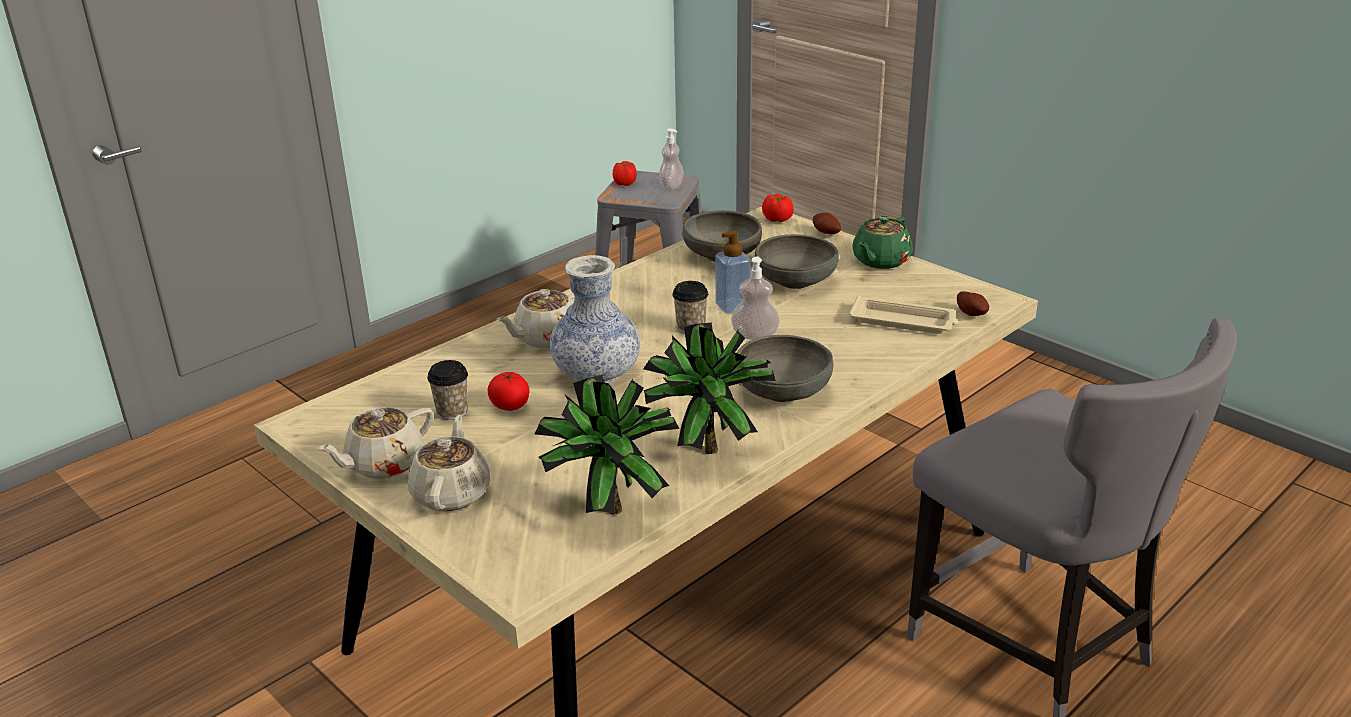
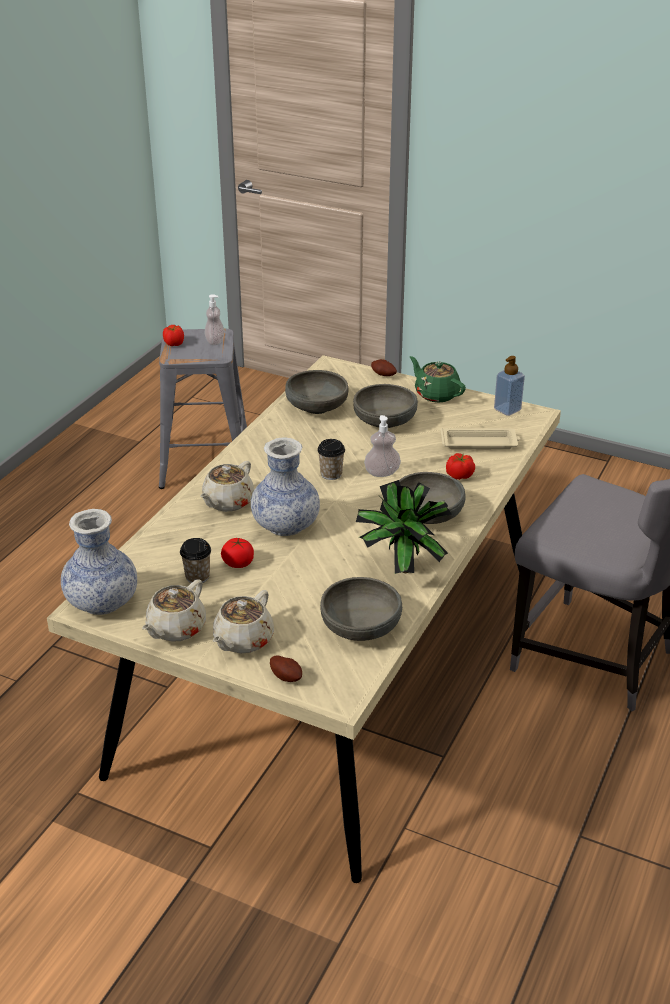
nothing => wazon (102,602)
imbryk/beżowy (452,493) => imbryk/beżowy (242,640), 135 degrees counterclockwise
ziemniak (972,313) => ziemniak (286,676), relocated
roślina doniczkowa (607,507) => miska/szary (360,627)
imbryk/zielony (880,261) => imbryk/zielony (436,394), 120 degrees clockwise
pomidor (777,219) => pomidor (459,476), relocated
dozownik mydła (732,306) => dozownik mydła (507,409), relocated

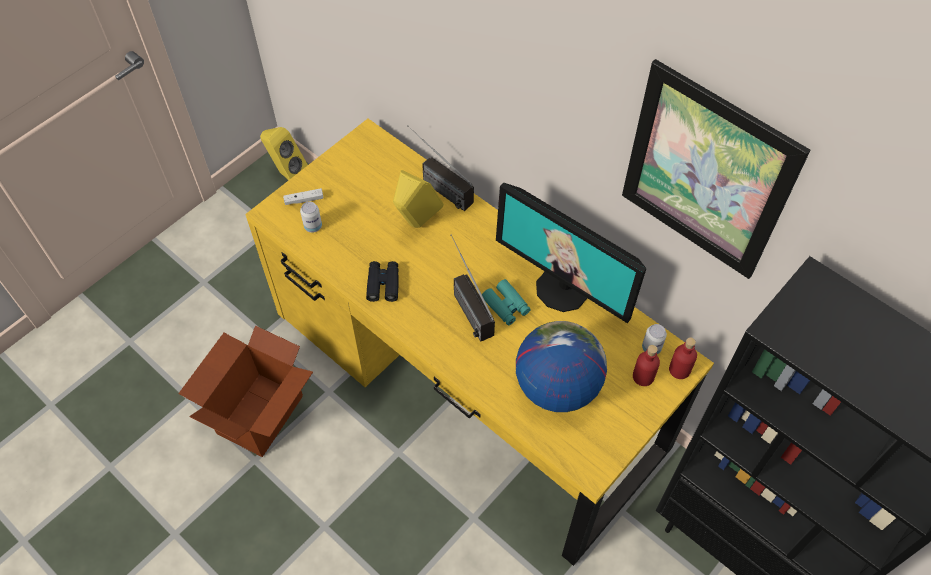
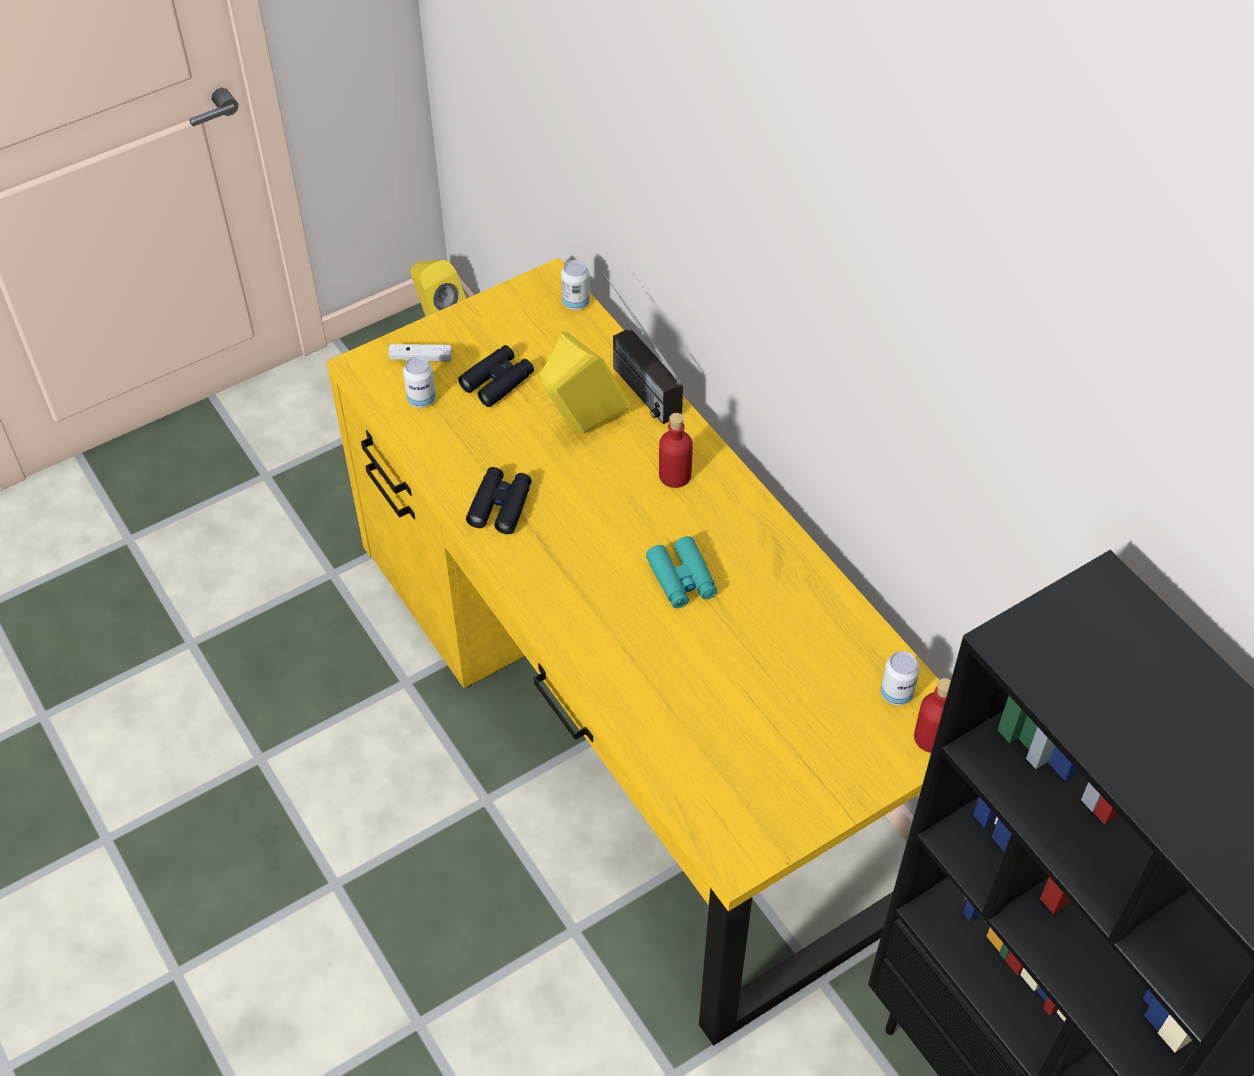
nothing => lornetka/czarny (497,381)
nothing => puszka (576,303)
butelka/czerwony (643,376) => butelka/czerwony (675,475), relocated
karton (259,414) => nothing
radio (464,303) => nothing
monitor (562,289) => nothing
globus (556,386) => nothing
obraz (706,173) => nothing

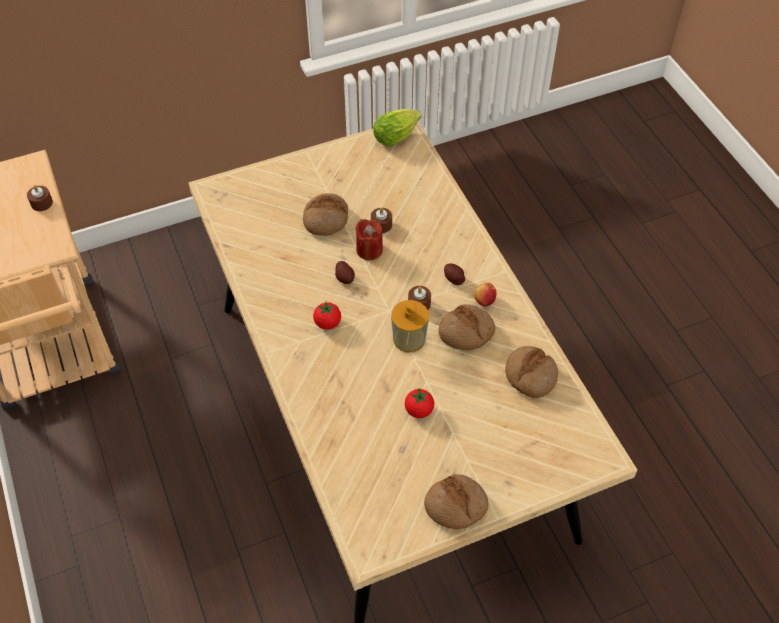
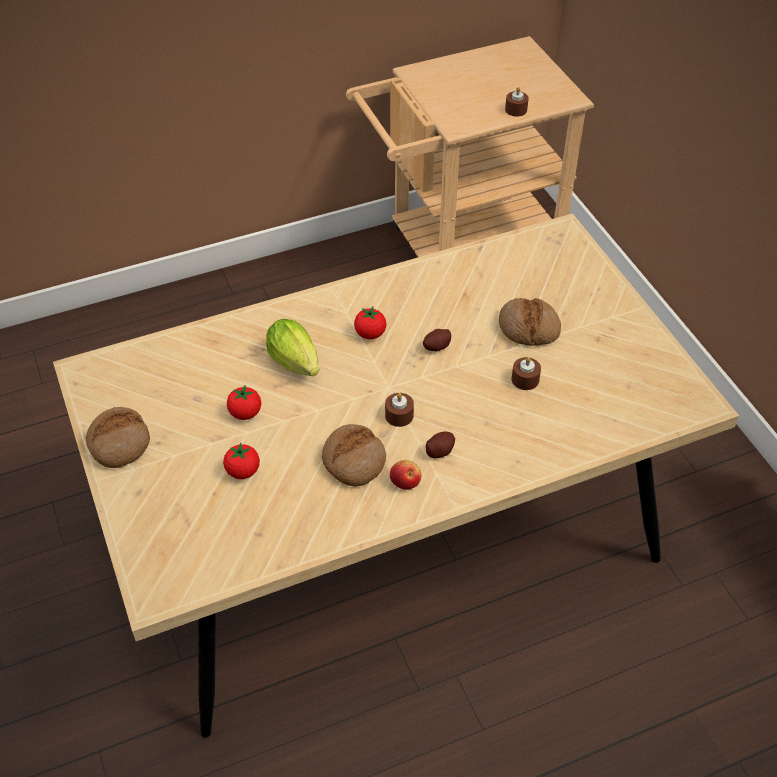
nothing => pomidor (243,471)
sałata (398,136) => sałata (297,365), relocated
świeca/czerwony (369,250) => nothing
dozownik mydła (409,339) => nothing
chleb (530,375) => nothing

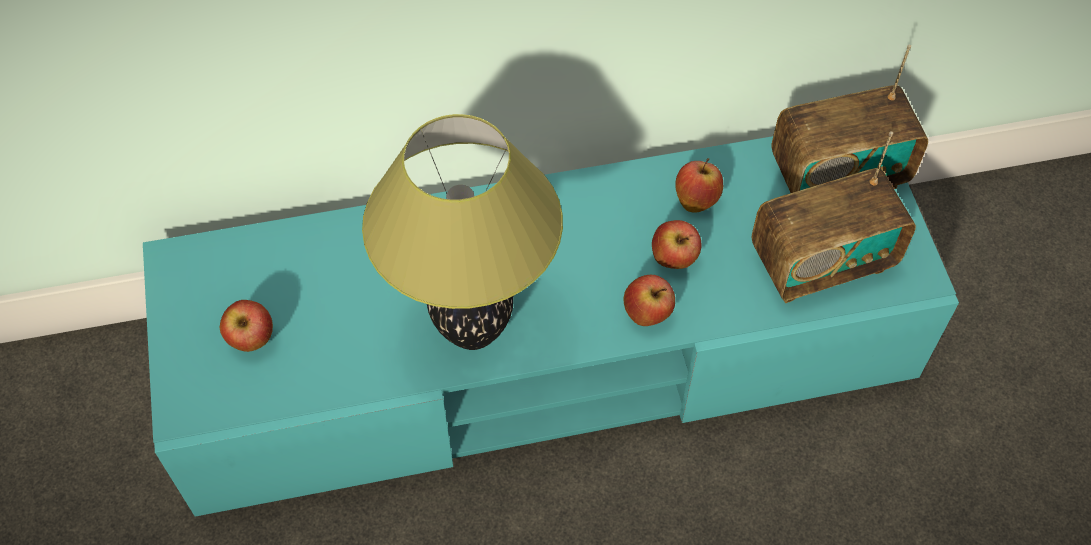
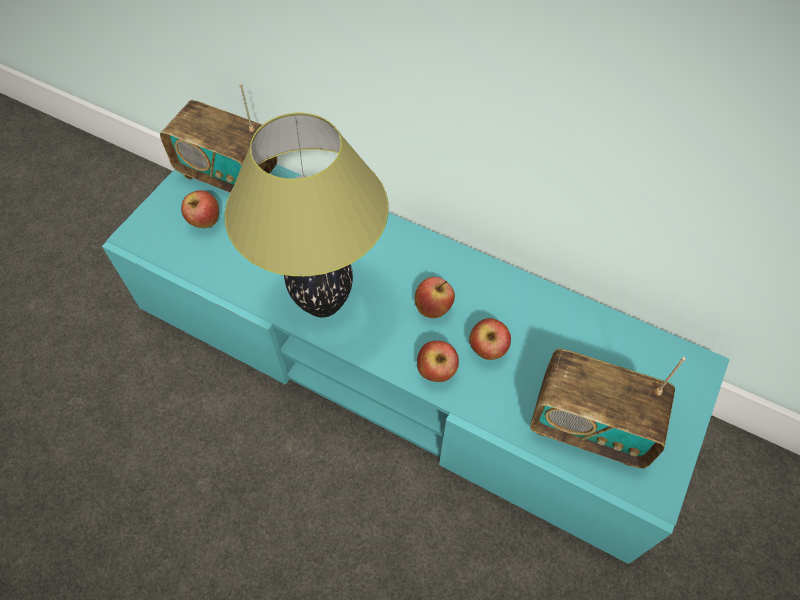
radio (837,176) => radio (228,175), relocated
jabłko (696,200) => jabłko (433,308), relocated

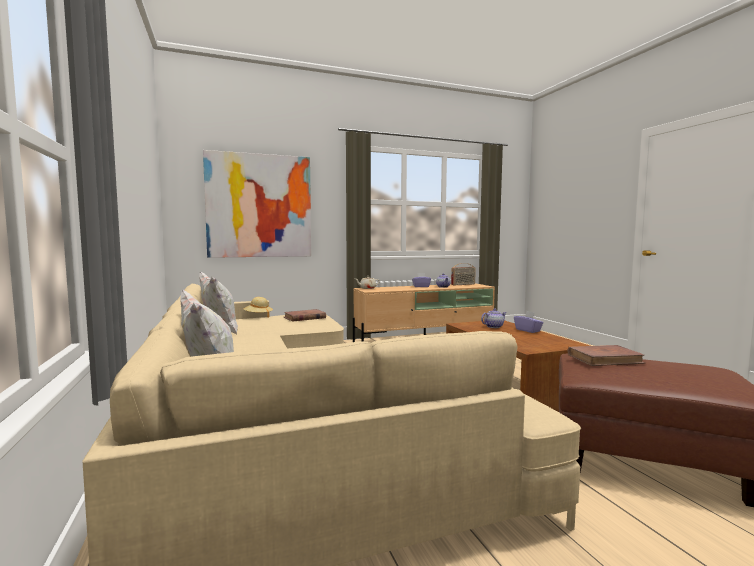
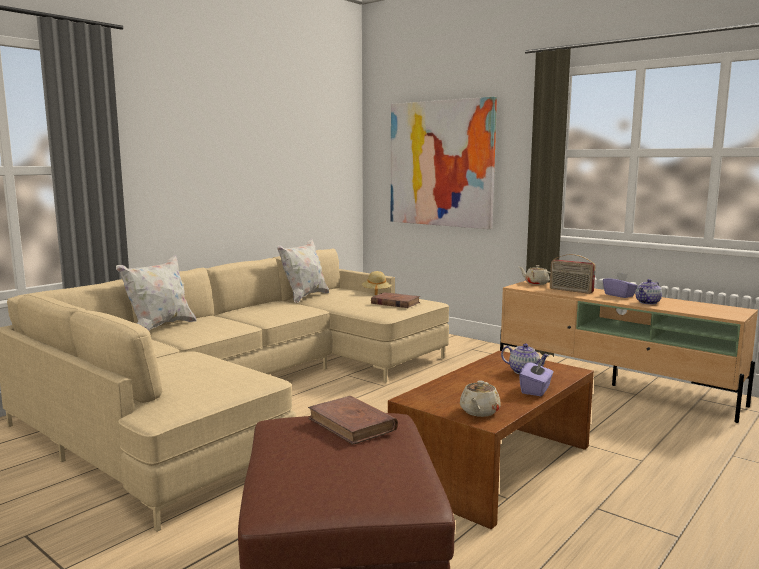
nothing => imbryk/beżowy (479,412)
radio (463,284) => radio (571,290), relocated

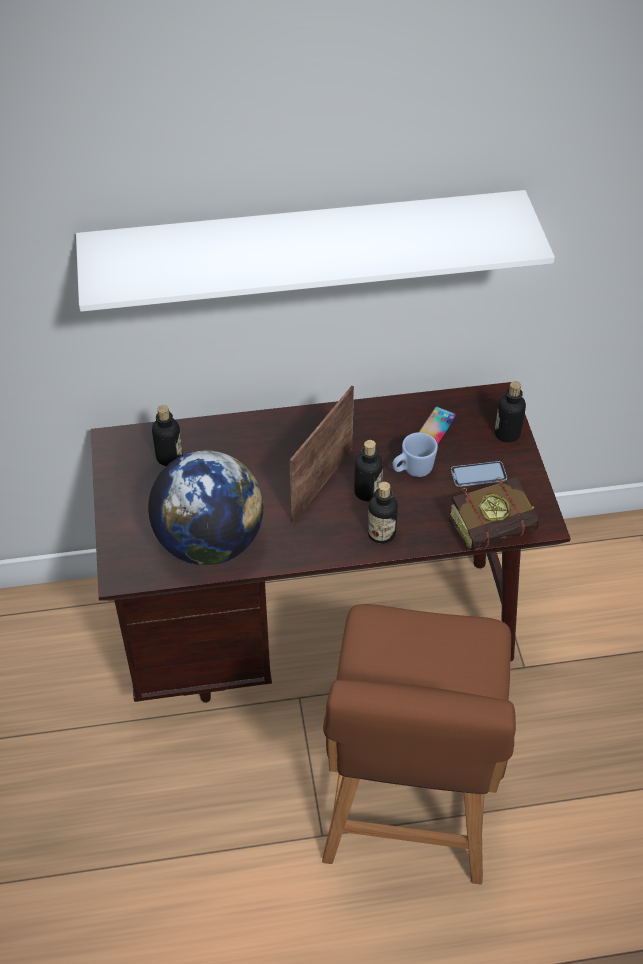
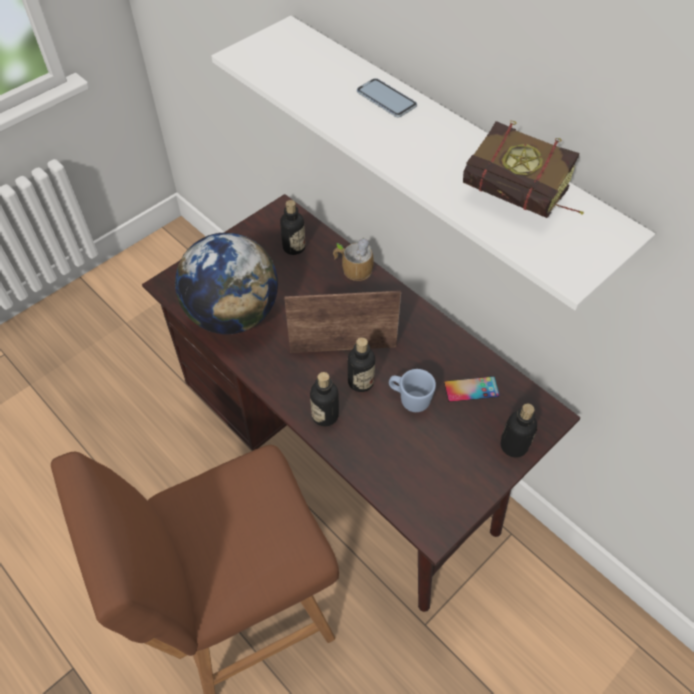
nothing => kubek (352,267)
telefon (478,475) => telefon (386,99), relocated
książka (499,529) => książka (523,201), relocated

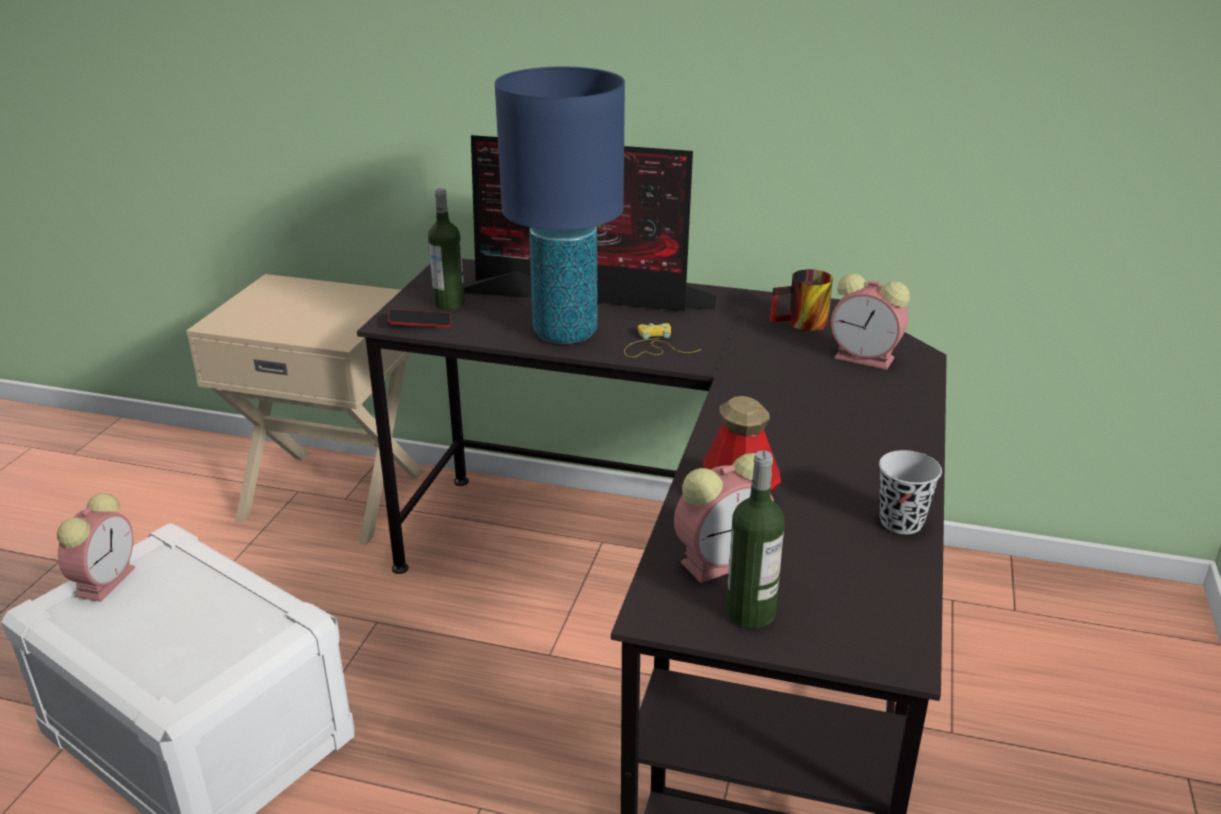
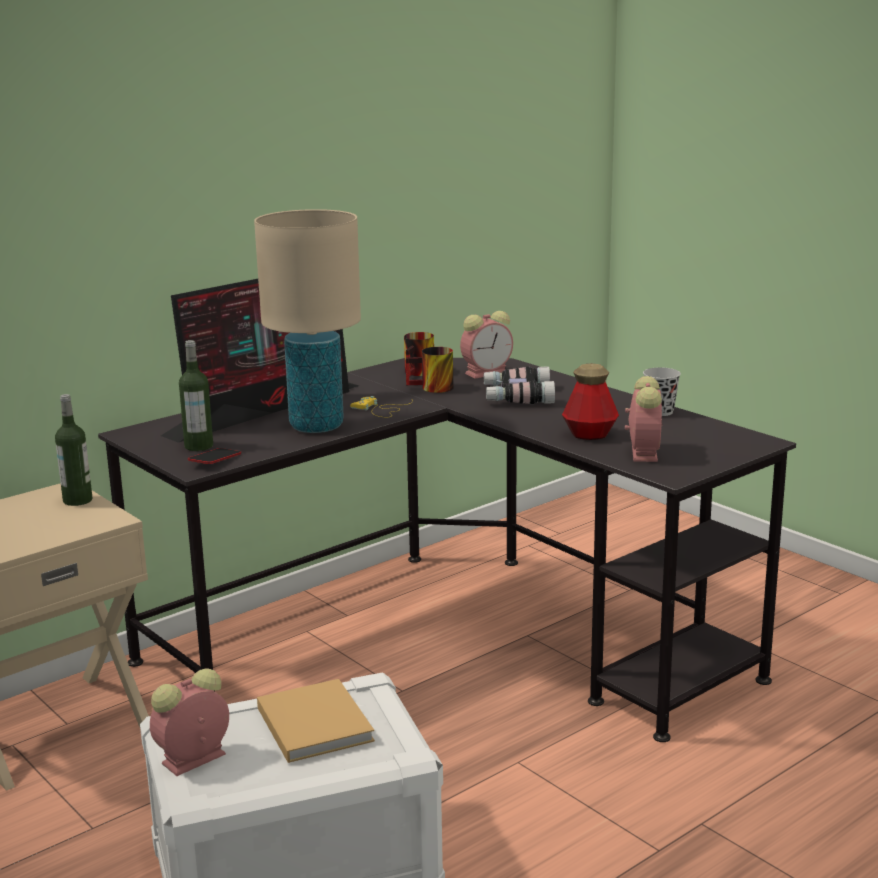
butelka (750,613) => butelka (77,500), relocated
budzik (106,580) => budzik (192,760), 90 degrees counterclockwise
lampa stołowa/niebieski (566,333) => lampa stołowa/beżowy (317,426)
nothing => książka/beżowy (313,722)
nothing => kubek (431,389)
nothing => lornetka (517,396)

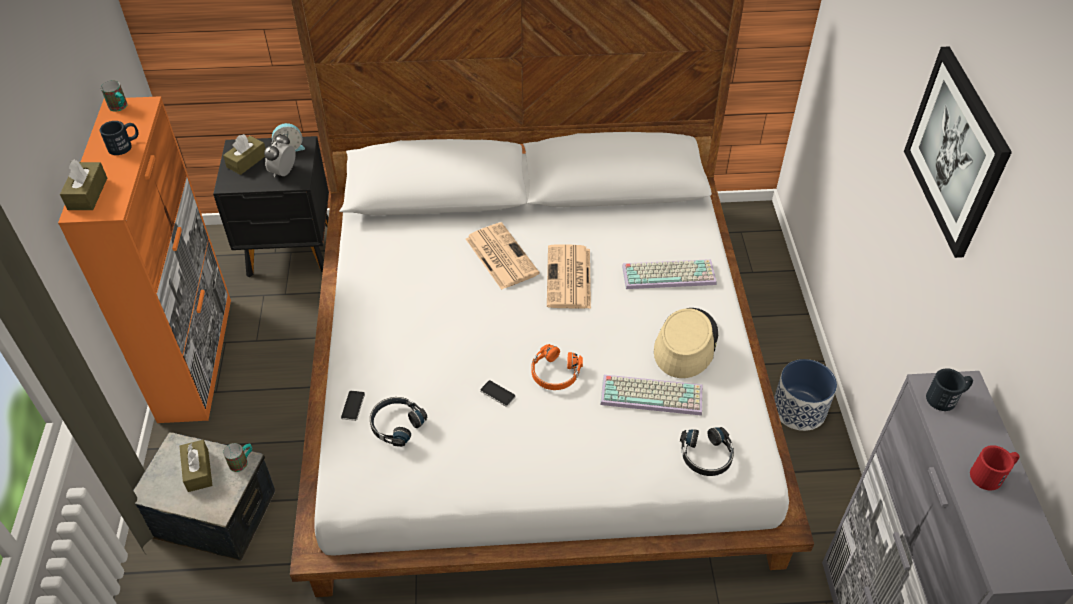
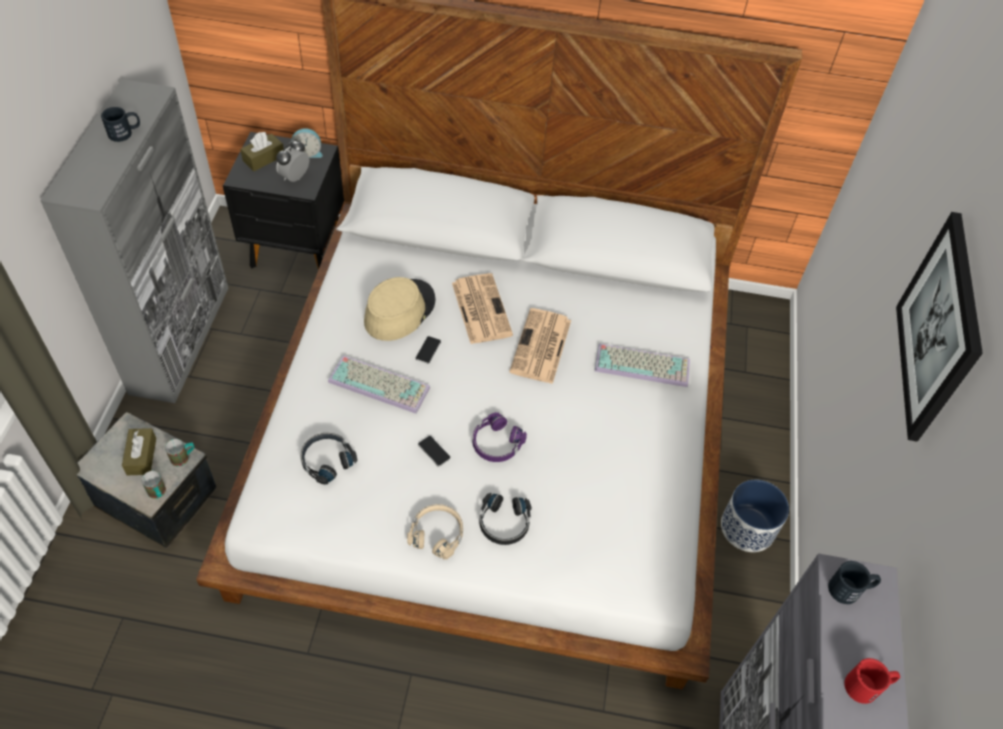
szafka/pomarańczowy (196,357) => szafka/szary (181,338)
kubek (120,107) => kubek (158,494), relocated
klawiatura (653,394) => klawiatura (381,384), relocated
kapelusz/beżowy (685,344) => kapelusz/beżowy (399,310), relocated
nothing => słuchawki/beżowy (437,533)
telefon (353,406) => telefon (428,350), relocated
słuchawki/pomarańczowy (555,373) => słuchawki/fioletowy (496,443)
słuchawki/czarny (706,456) => słuchawki/czarny (504,523), relocated
pudełko chusteczek/brązowy (87,194) => nothing

